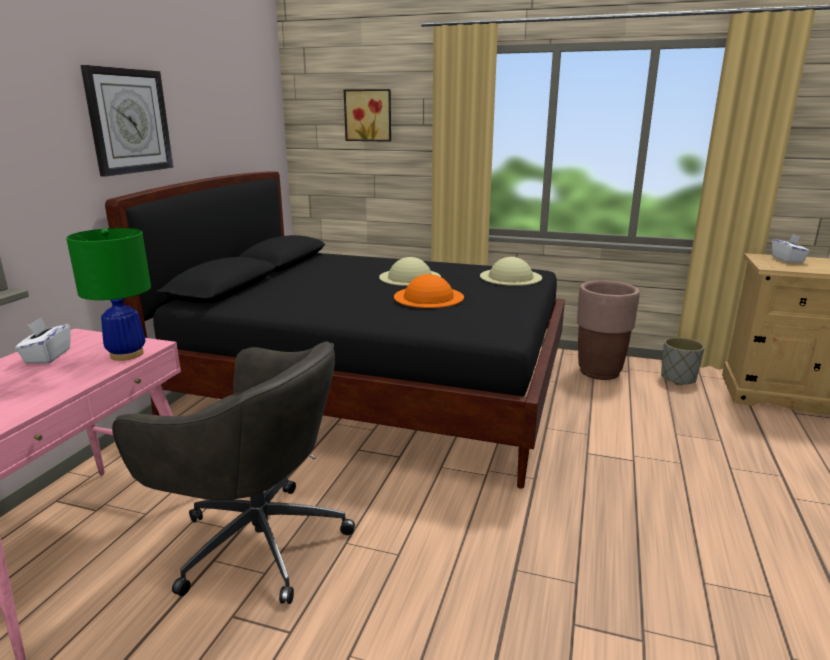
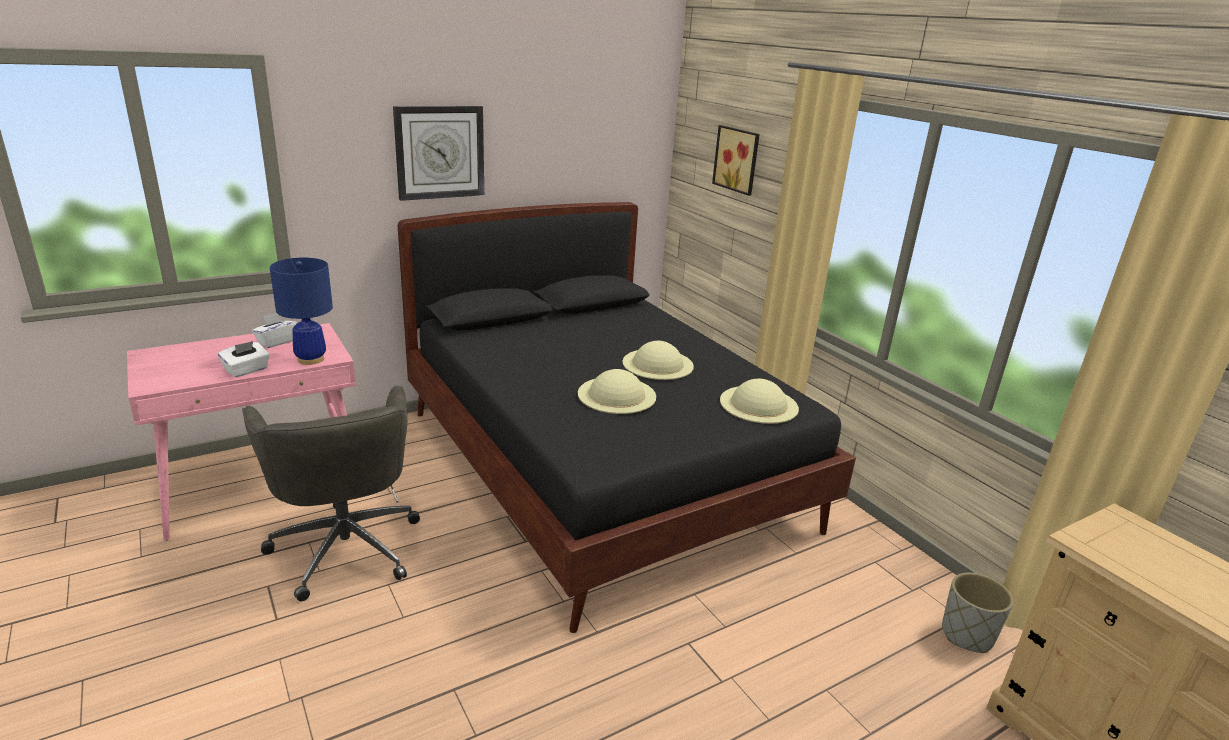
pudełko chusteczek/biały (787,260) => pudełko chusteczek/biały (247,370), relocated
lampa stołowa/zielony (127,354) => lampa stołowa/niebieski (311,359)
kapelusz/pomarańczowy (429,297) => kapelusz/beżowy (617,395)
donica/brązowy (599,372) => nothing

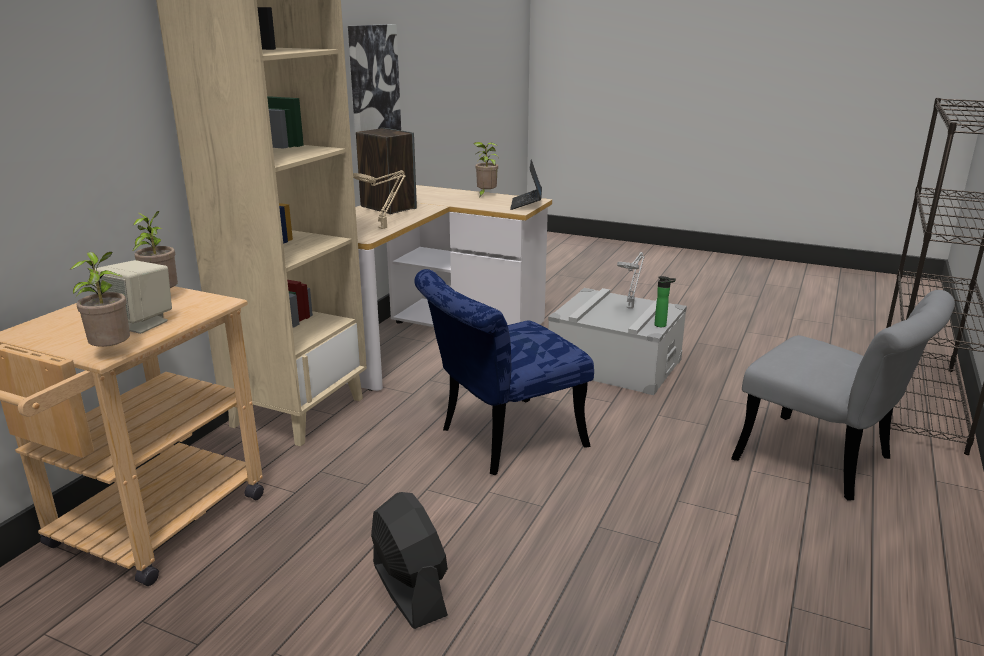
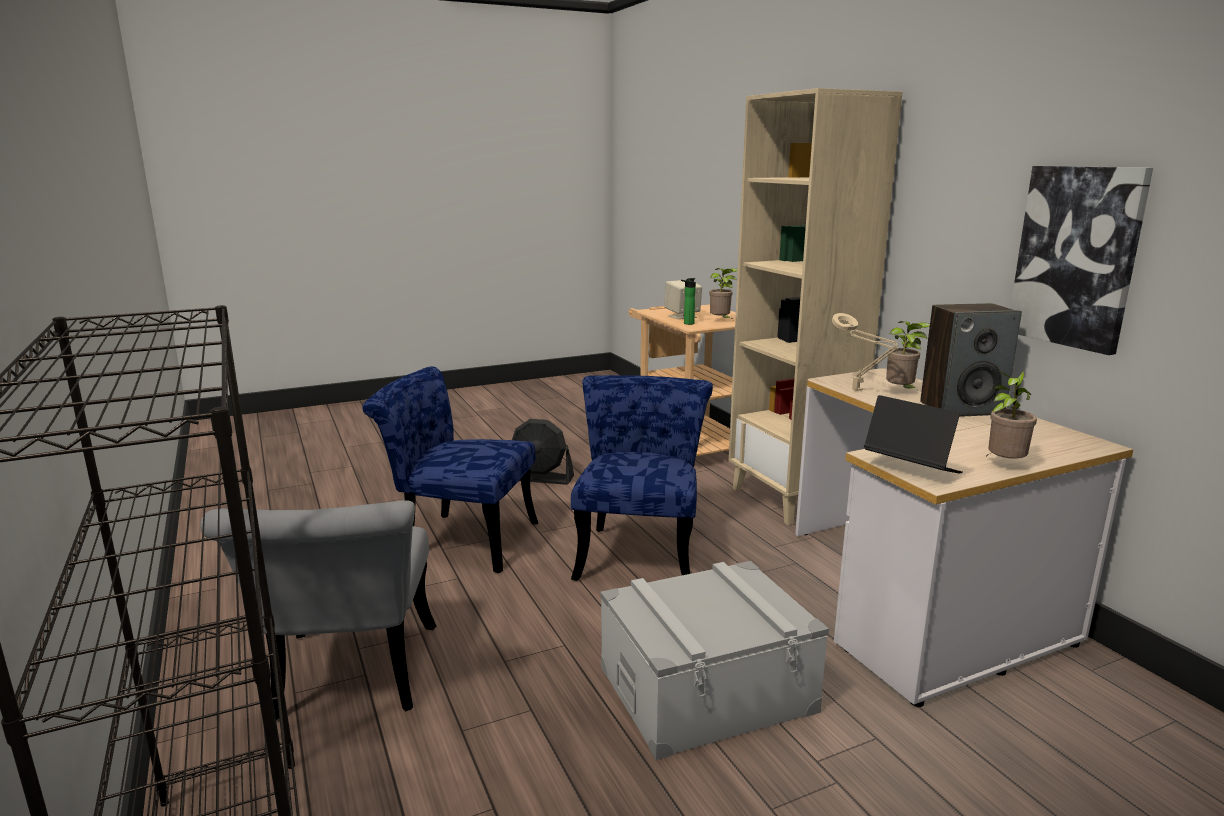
krzesło/szary (826,463) => krzesło/szary (350,681), 90 degrees counterclockwise
nothing => krzesło/niebieski (459,539)
butelka (662,325) => butelka (687,323), relocated
roślina doniczkowa (112,352) => roślina doniczkowa (901,392), relocated
lampa stołowa/szary (630,307) => nothing

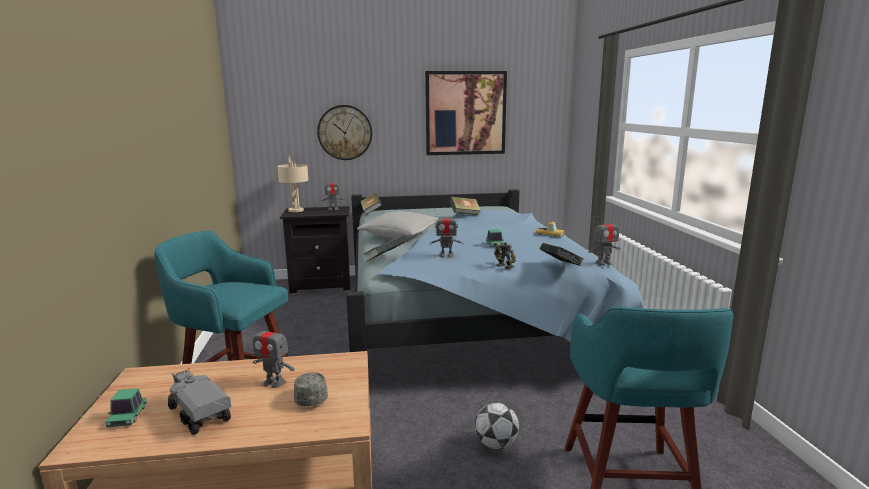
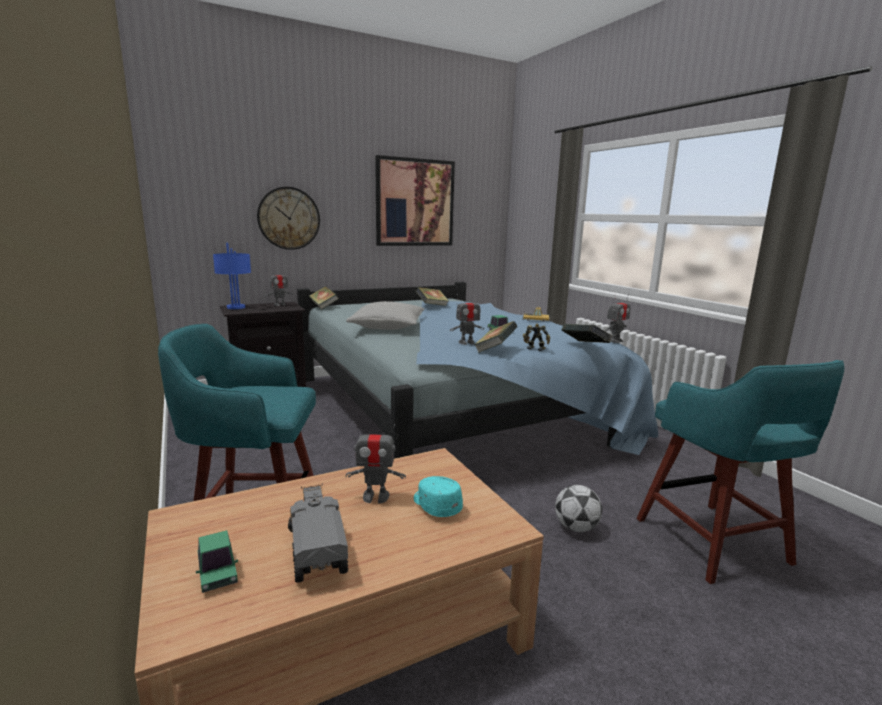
lampa stołowa/beżowy (296,210) => lampa stołowa/niebieski (236,307)
ciężarówka zabawkowa (199,414) => ciężarówka zabawkowa (317,550), 45 degrees clockwise
czapka z daszkiem/szary (311,397) => czapka z daszkiem/turkusowy (436,505)
książka (385,260) => książka (495,350), relocated

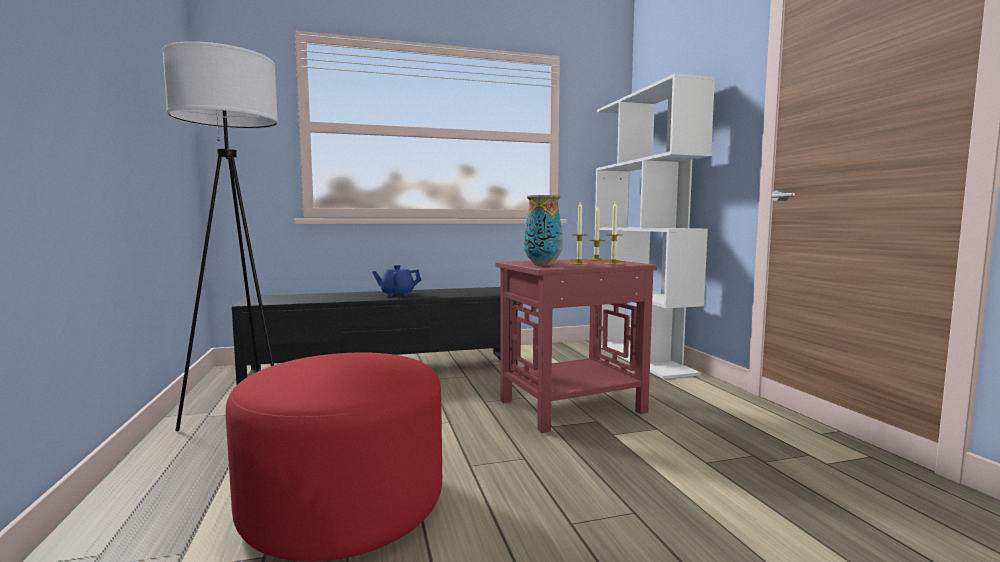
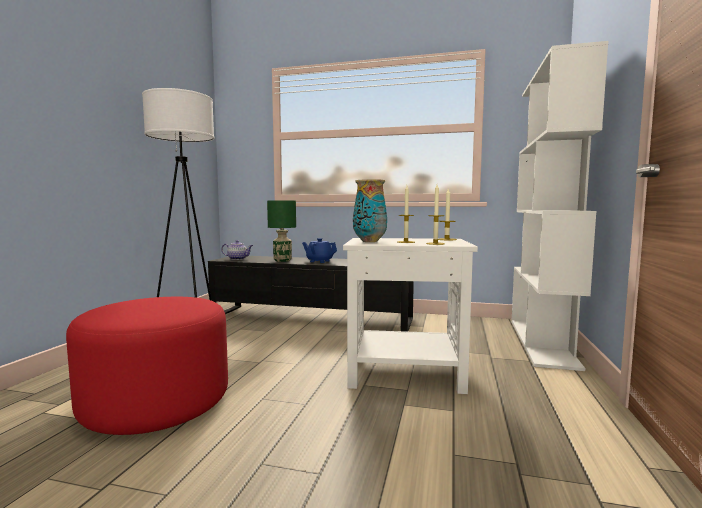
nothing => imbryk (238,259)
nothing => lampa stołowa/zielony (283,260)
stolik/czerwony (571,406) => stolik/biały (405,372)

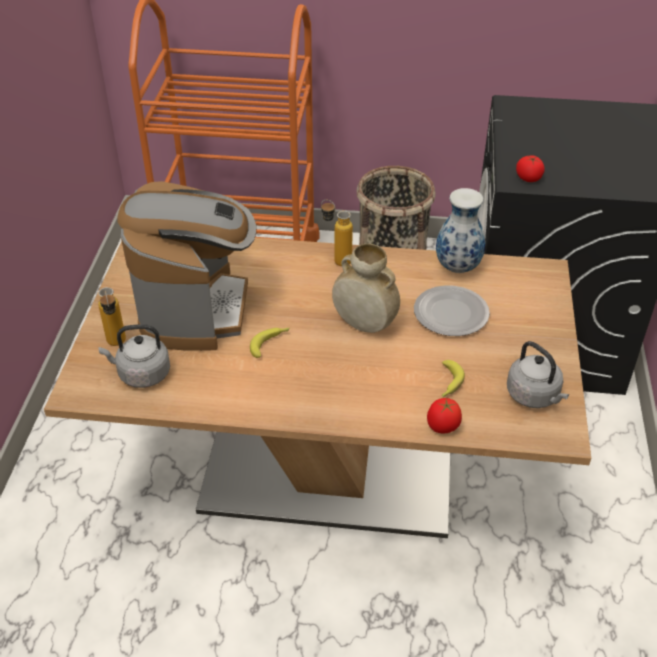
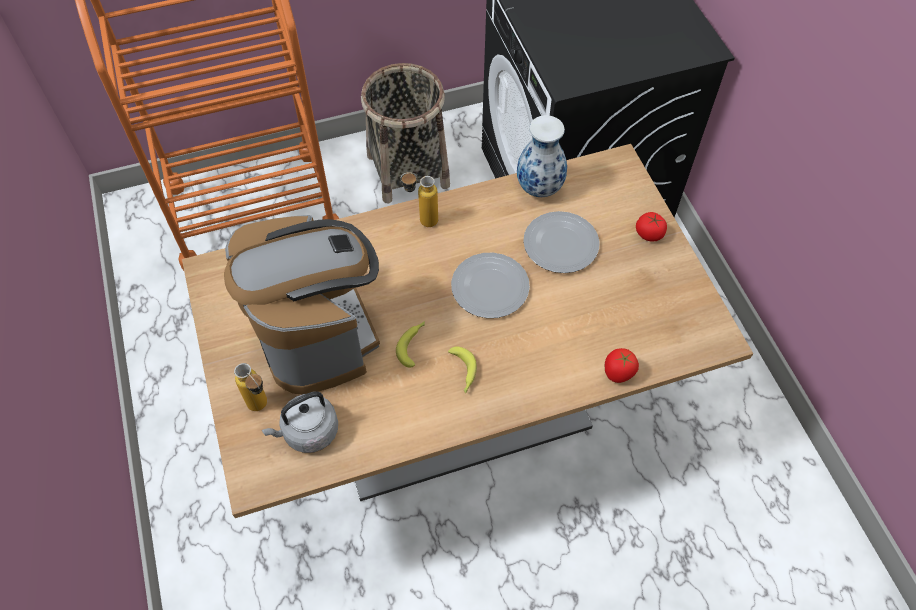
banan (448,383) => banan (463,372), relocated
wazon/beżowy (364,324) => talerz (489,288)
pomidor (528,178) => pomidor (649,234), relocated
czajnik/szary (534,396) => nothing

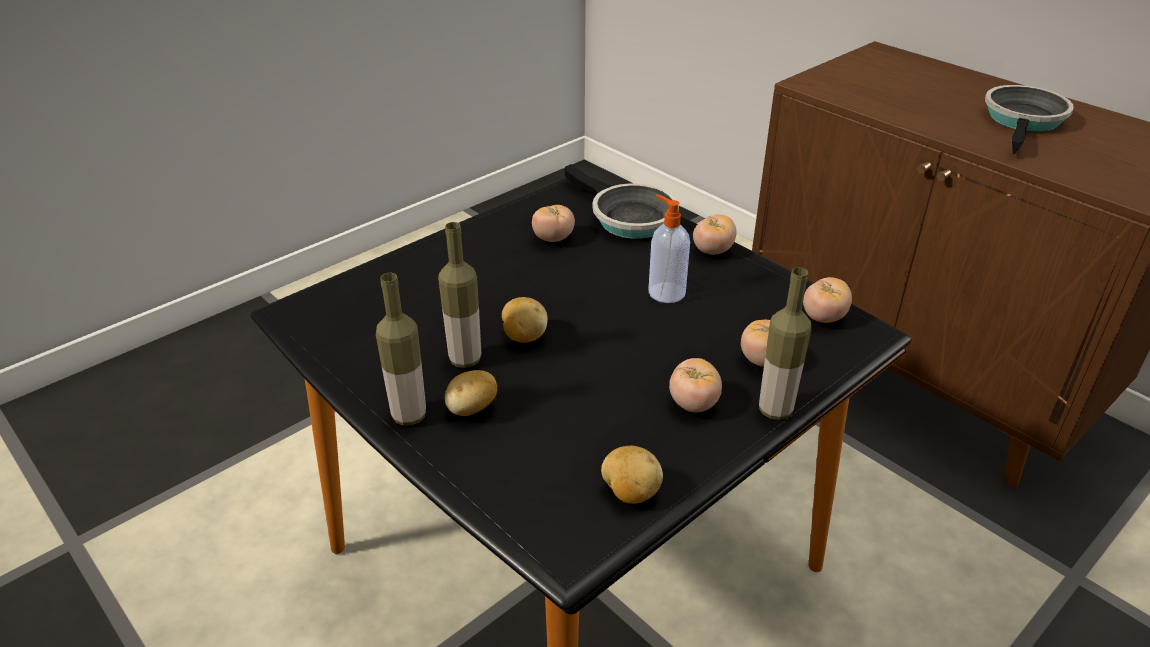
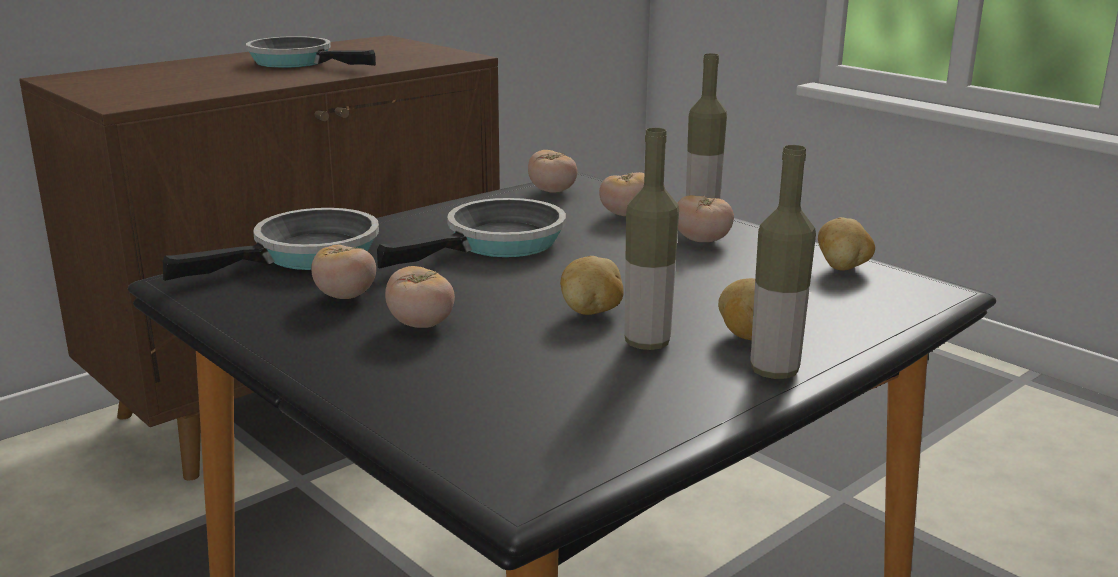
dozownik mydła (665,292) => patelnia (498,244)
pomidor (712,251) => pomidor (421,324), relocated

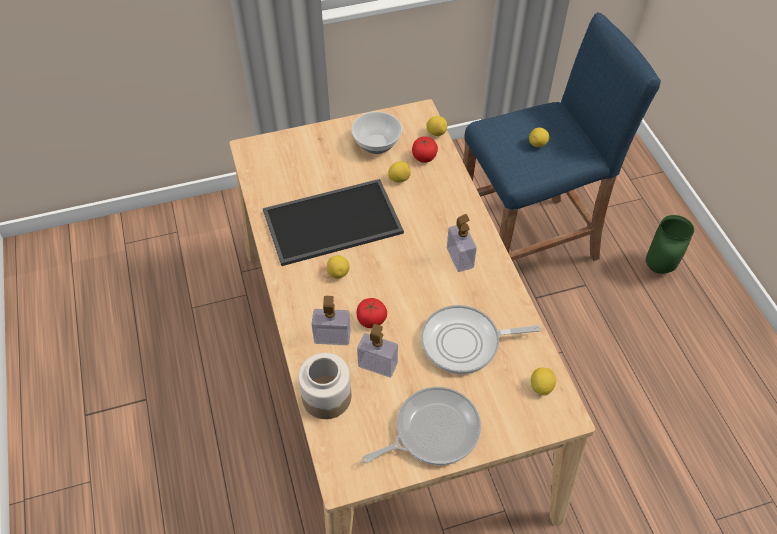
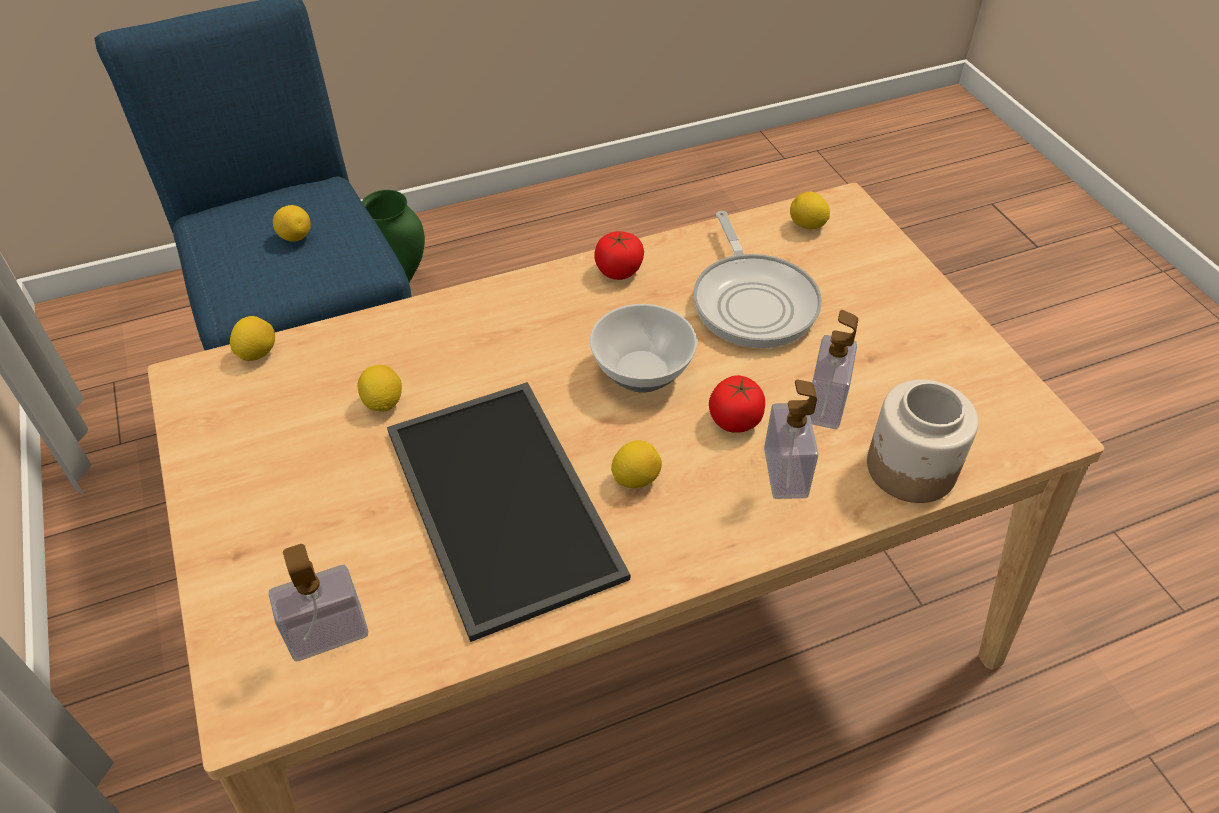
dozownik mydła (460,258) => dozownik mydła (328,633), relocated
miska (375,144) => miska (642,373), relocated
pomidor (424,157) => pomidor (619,271), relocated
patelnia (432,431) => nothing

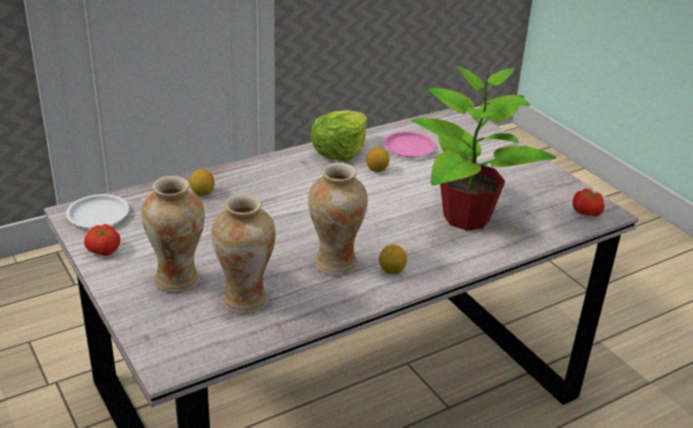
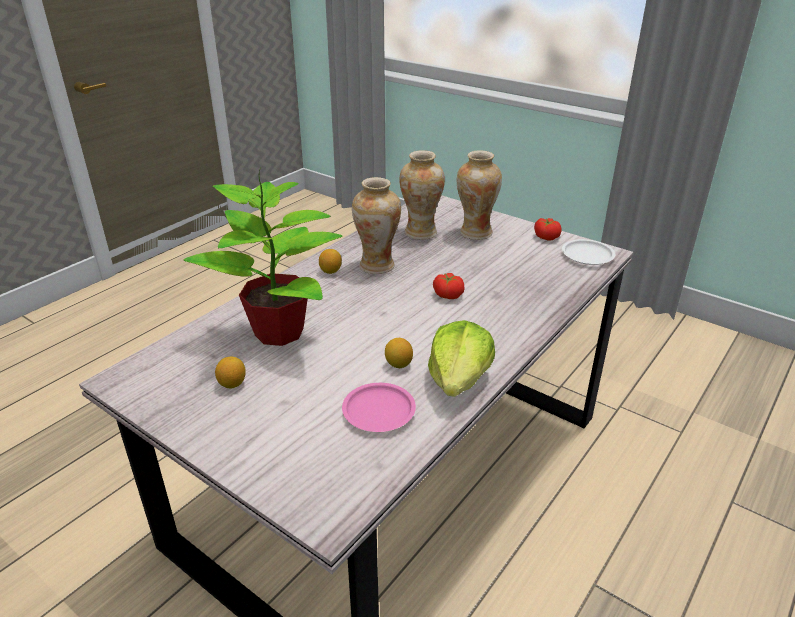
cytryna (202,193) => cytryna (232,384), relocated
pomidor (586,212) => pomidor (448,294), relocated

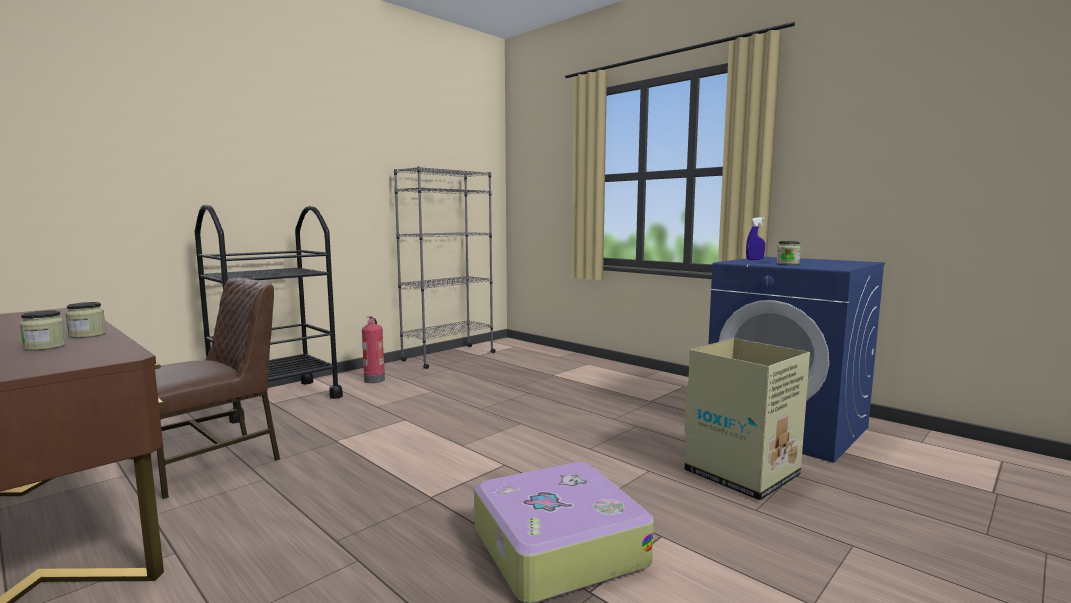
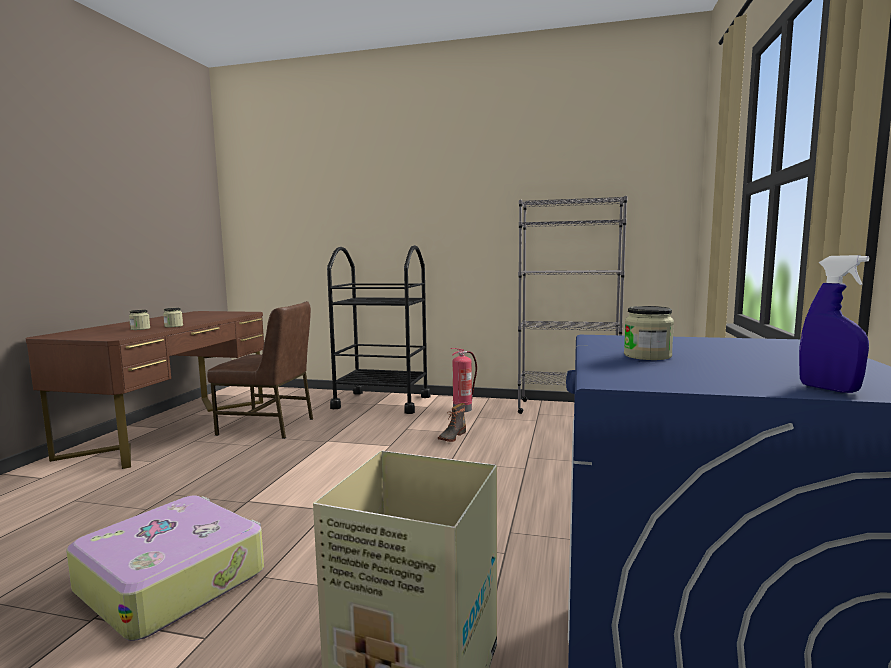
nothing => but z cholewką (451,436)
spryskiwacz/niebieski (754,259) => spryskiwacz/niebieski (828,389), relocated

